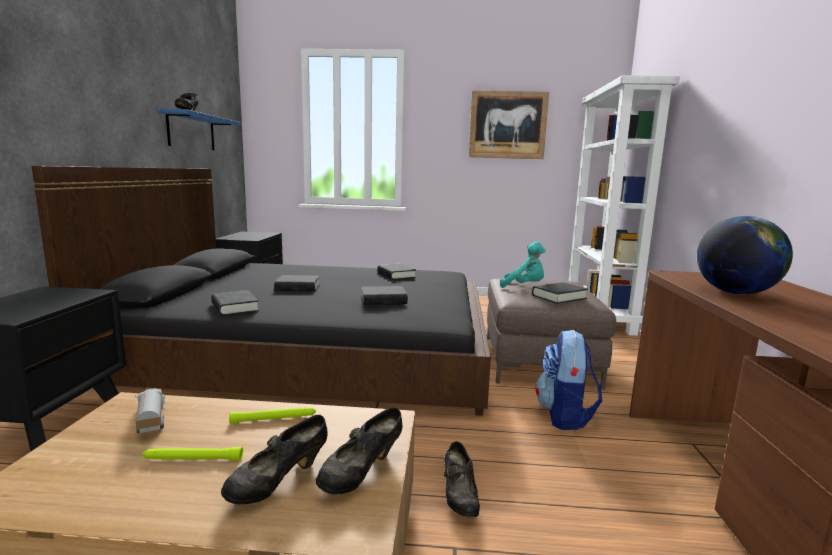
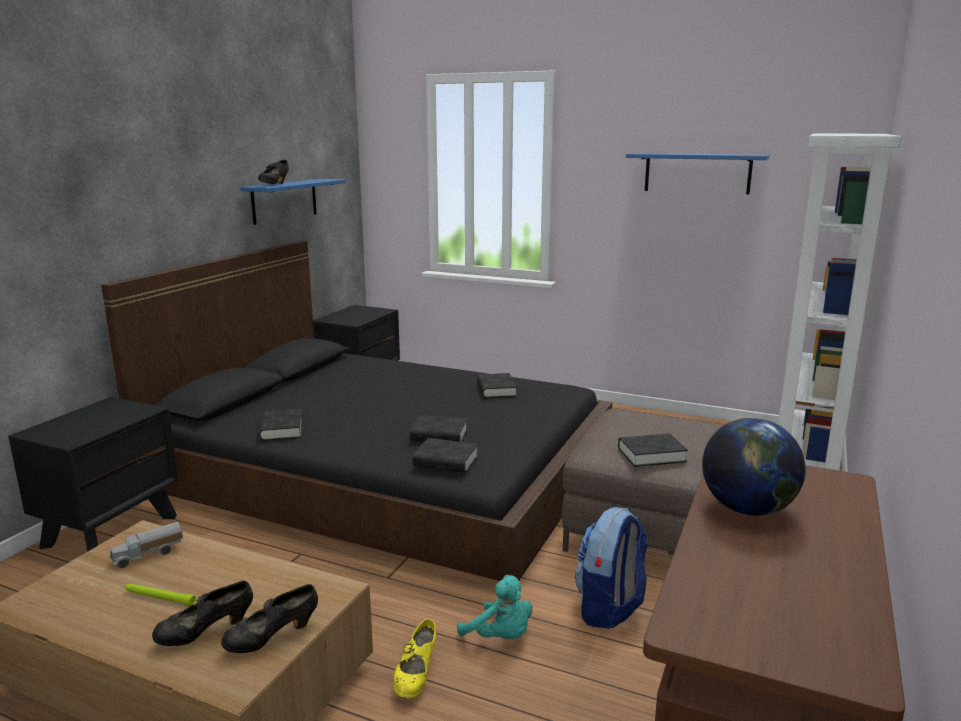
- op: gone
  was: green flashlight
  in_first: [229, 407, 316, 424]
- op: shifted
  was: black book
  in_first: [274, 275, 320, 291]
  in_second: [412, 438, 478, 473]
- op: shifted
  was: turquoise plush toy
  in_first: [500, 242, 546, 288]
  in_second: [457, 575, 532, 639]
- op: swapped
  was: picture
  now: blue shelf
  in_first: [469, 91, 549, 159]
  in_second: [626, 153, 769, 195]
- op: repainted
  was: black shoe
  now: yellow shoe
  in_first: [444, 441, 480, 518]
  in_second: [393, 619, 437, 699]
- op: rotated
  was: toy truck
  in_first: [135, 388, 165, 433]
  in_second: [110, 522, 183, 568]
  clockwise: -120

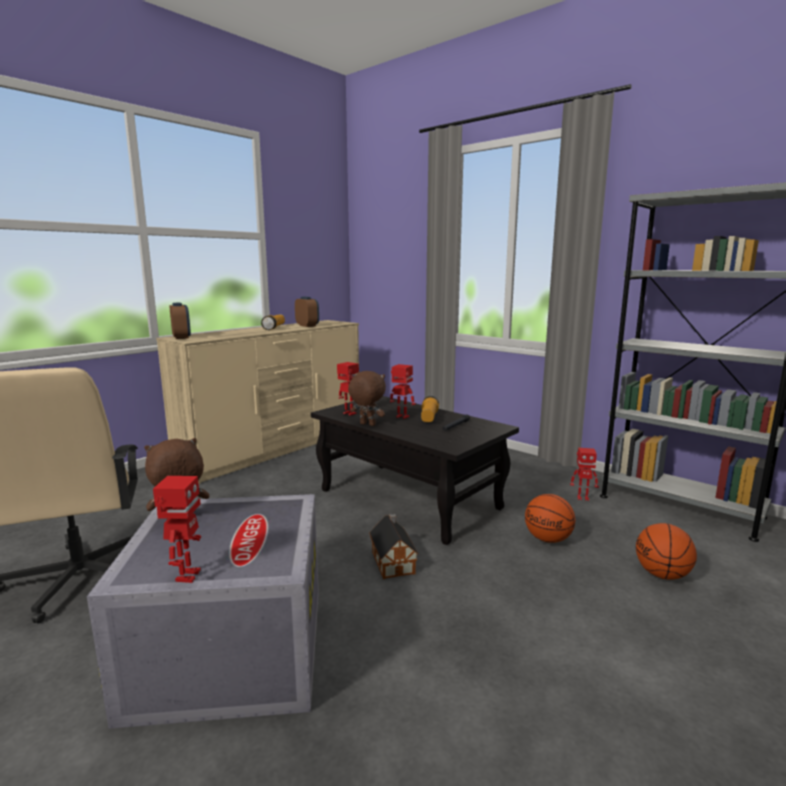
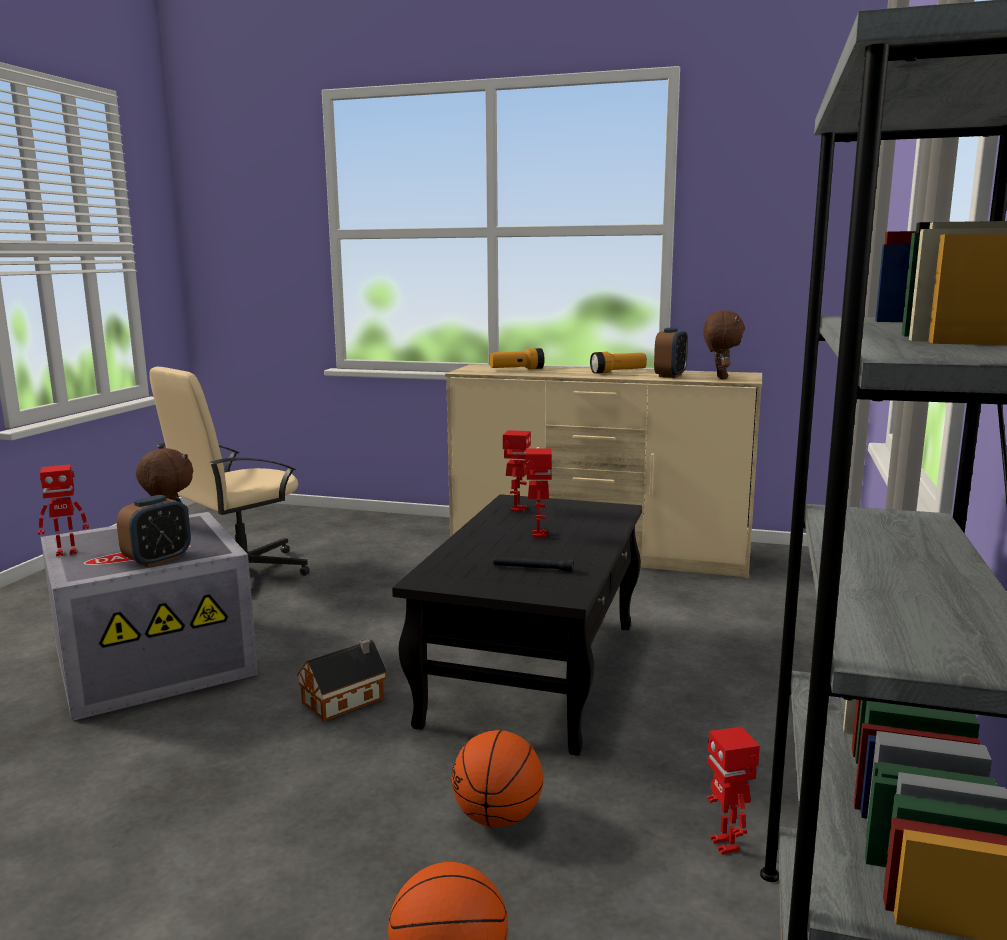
- op: shifted
  was: alarm clock
  in_first: [170, 303, 191, 339]
  in_second: [117, 495, 191, 567]
- op: shifted
  was: brown plush toy
  in_first: [348, 371, 386, 426]
  in_second: [703, 310, 745, 379]
- op: shifted
  was: flashlight
  in_first: [421, 396, 439, 422]
  in_second: [489, 348, 545, 369]

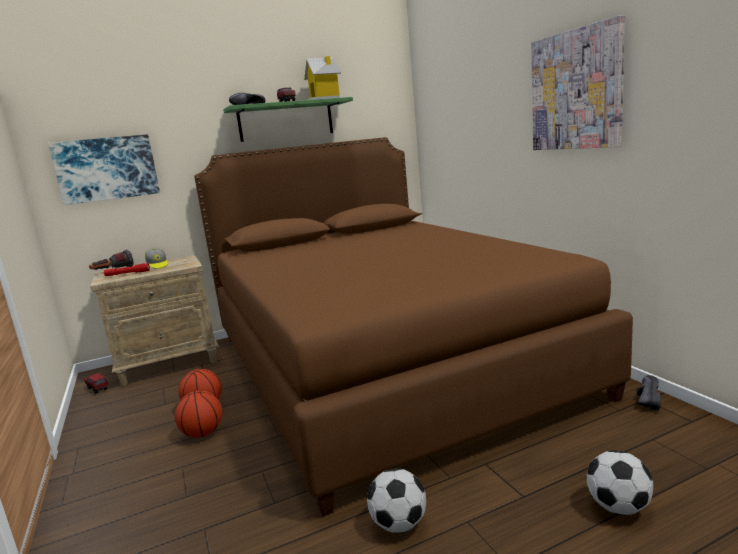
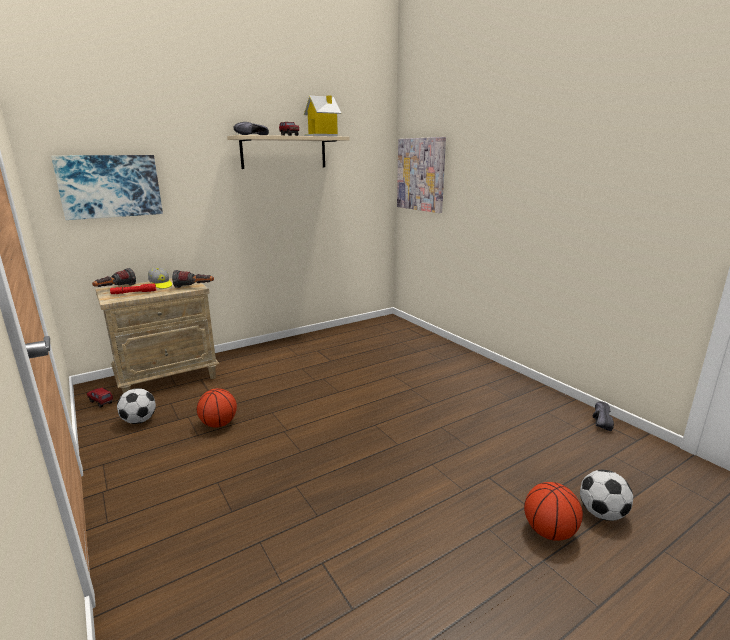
- op: gone
  was: brown bed
  in_first: [194, 137, 633, 517]
- op: new
  now: flashlight
  in_second: [172, 270, 214, 288]
- op: shifted
  was: basketball
  in_first: [175, 390, 223, 438]
  in_second: [524, 482, 583, 541]
- op: shifted
  was: football
  in_first: [367, 468, 426, 533]
  in_second: [117, 388, 156, 424]
- op: shifted
  was: picture
  in_first: [531, 15, 625, 150]
  in_second: [397, 137, 446, 213]
- op: repainted
  was: green shelf
  now: beige shelf
  in_first: [223, 97, 353, 142]
  in_second: [227, 135, 350, 169]

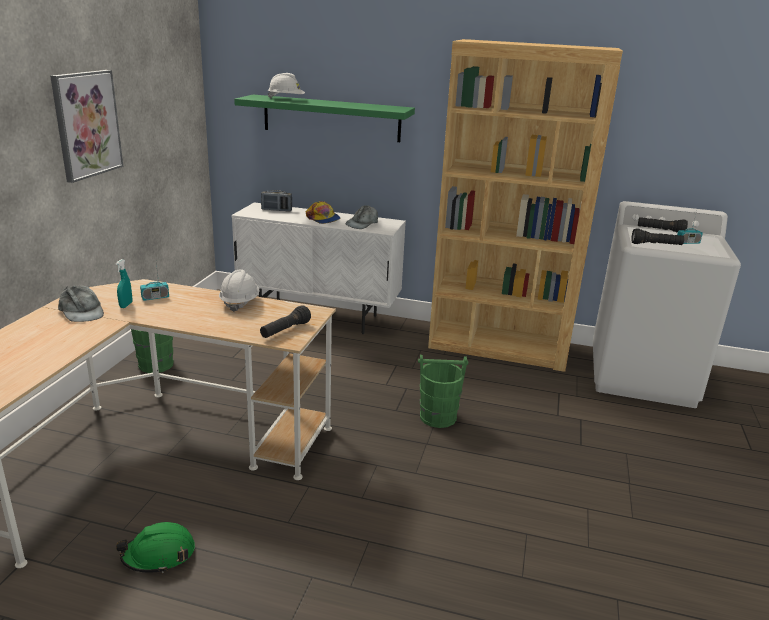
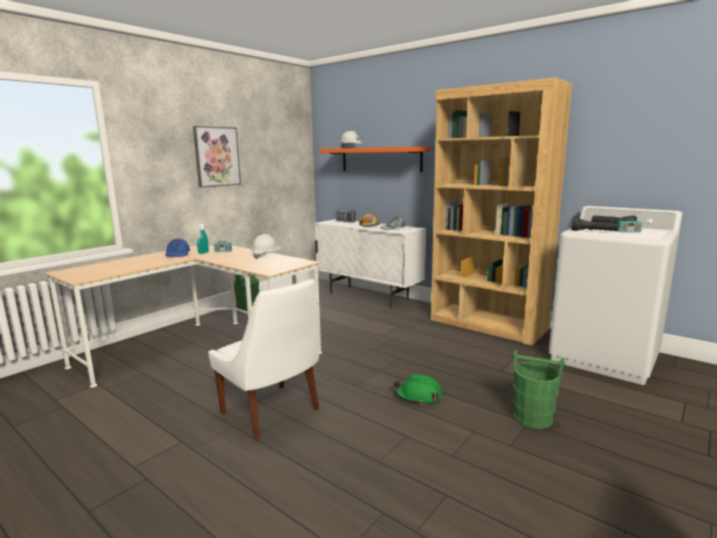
- op: gone
  was: black flashlight
  in_first: [260, 305, 311, 338]
- op: new
  now: white chair
  in_second: [208, 279, 320, 441]
- op: shifted
  was: green hard hat
  in_first: [116, 522, 195, 573]
  in_second: [394, 374, 442, 405]
- op: shifted
  was: green bucket
  in_first: [418, 355, 468, 428]
  in_second: [512, 350, 566, 429]
- op: repainted
  was: grey cap
  now: blue cap
  in_first: [58, 285, 104, 322]
  in_second: [165, 239, 190, 257]
- op: repainted
  was: green shelf
  now: orange shelf
  in_first: [234, 94, 415, 142]
  in_second: [320, 147, 431, 172]

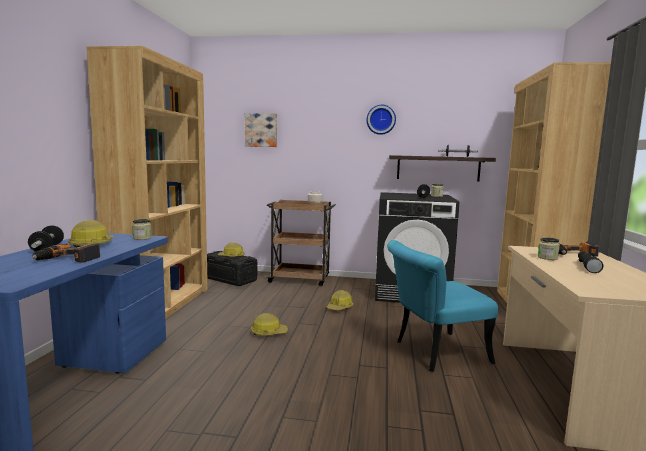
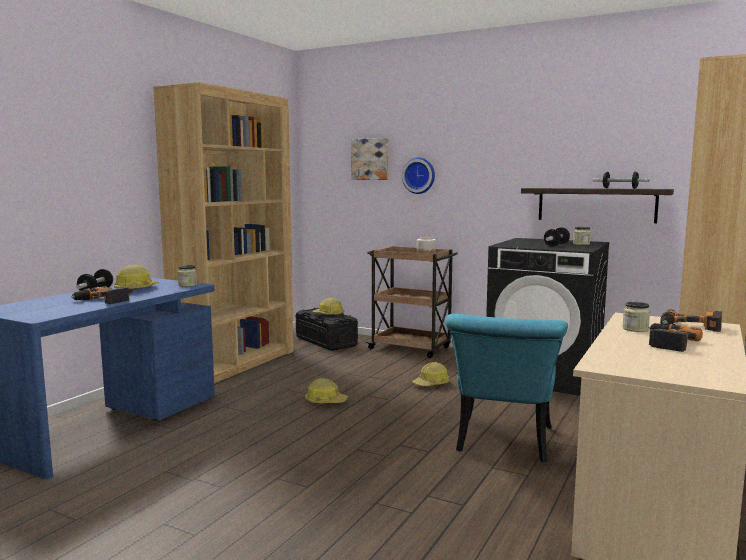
- op: shifted
  was: wall clock
  in_first: [366, 105, 396, 135]
  in_second: [402, 157, 435, 194]
- op: swapped
  was: black flashlight
  now: power drill
  in_first: [578, 251, 603, 273]
  in_second: [648, 323, 703, 352]
- op: rotated
  was: turquoise chair
  in_first: [387, 240, 498, 372]
  in_second: [445, 314, 568, 462]
  clockwise: -75

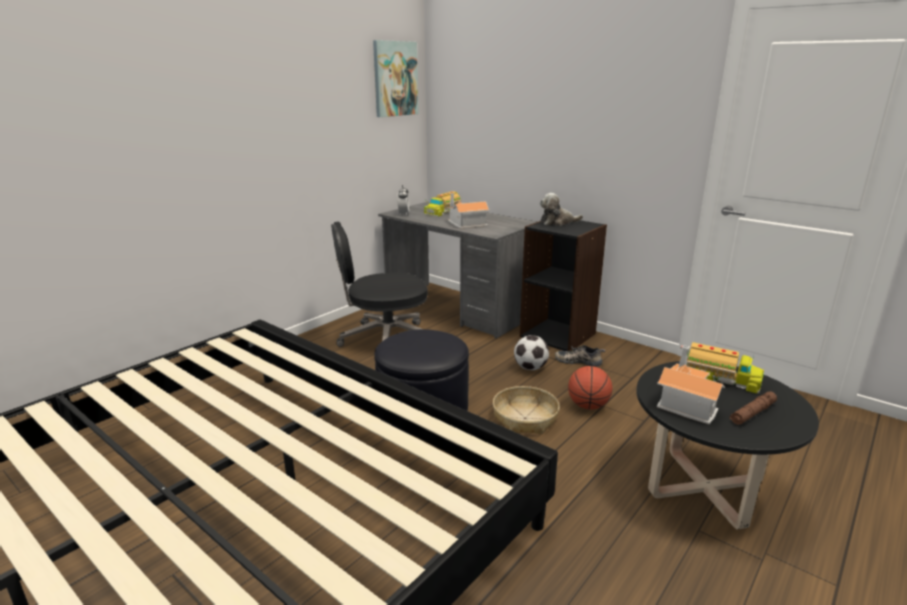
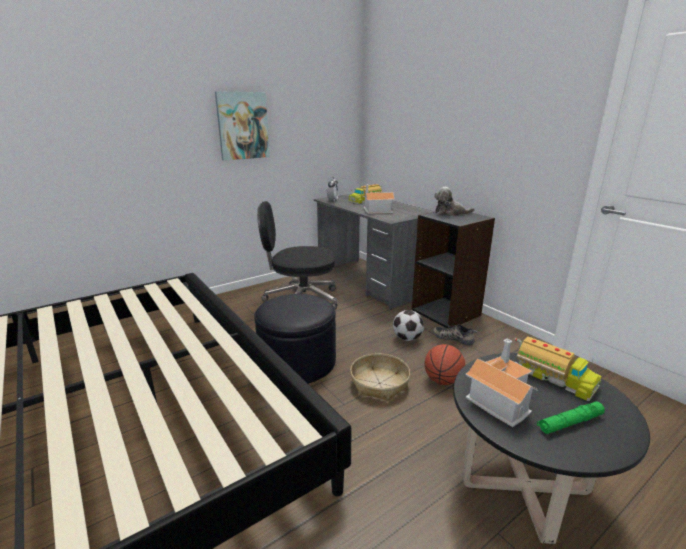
- op: shifted
  was: picture
  in_first: [373, 40, 419, 117]
  in_second: [215, 91, 270, 161]
- op: repainted
  was: brown flashlight
  now: green flashlight
  in_first: [729, 391, 777, 425]
  in_second: [537, 402, 605, 434]

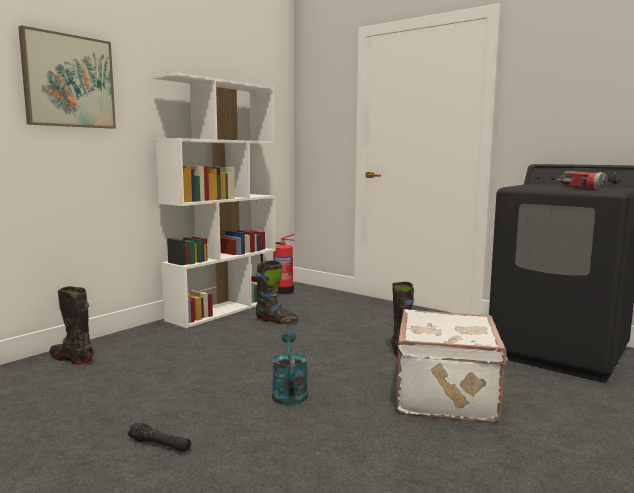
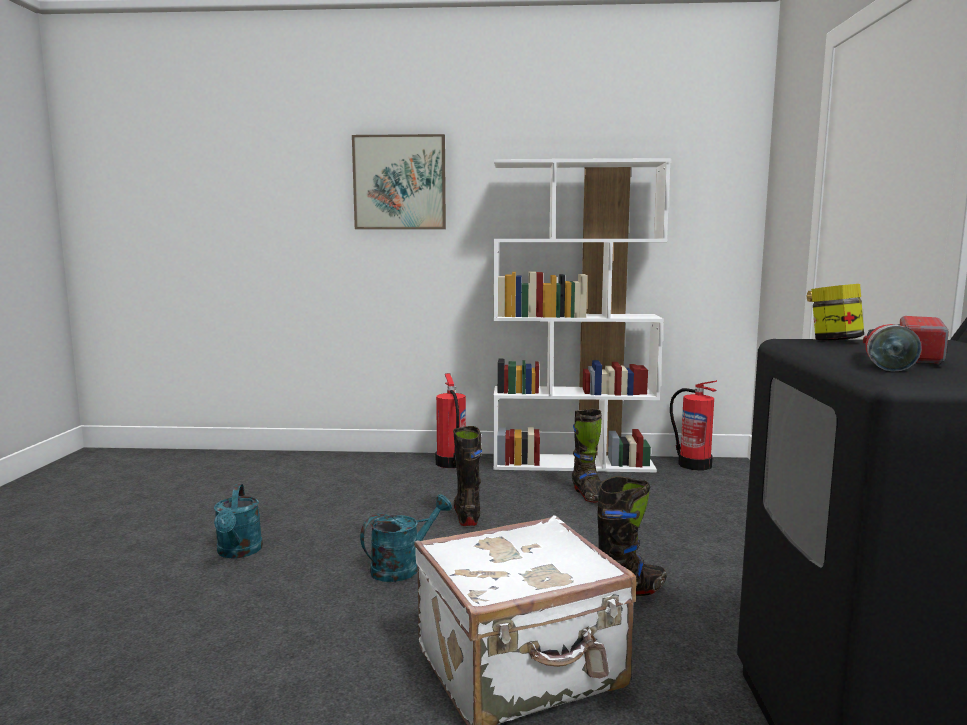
- op: new
  now: fire extinguisher
  in_second: [436, 373, 466, 468]
- op: new
  now: jar
  in_second: [811, 284, 864, 341]
- op: shifted
  was: black boot
  in_first: [49, 286, 93, 365]
  in_second: [453, 426, 482, 526]
- op: swapped
  was: black flashlight
  now: turquoise watering can
  in_first: [128, 423, 191, 452]
  in_second: [214, 484, 263, 558]

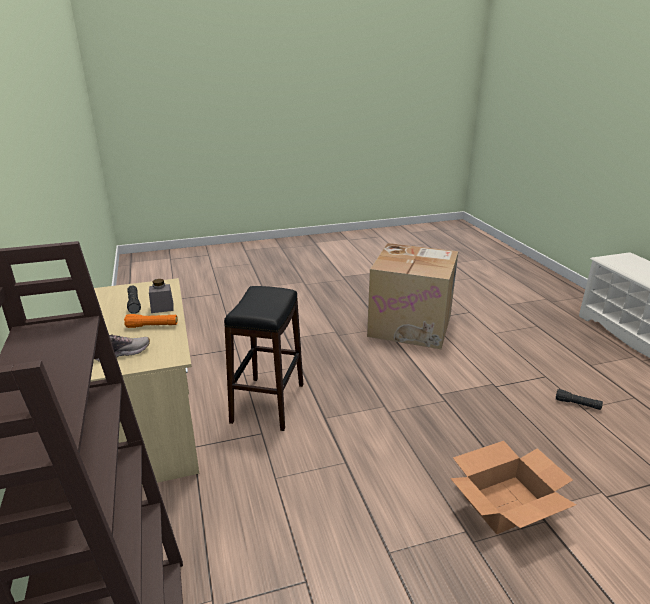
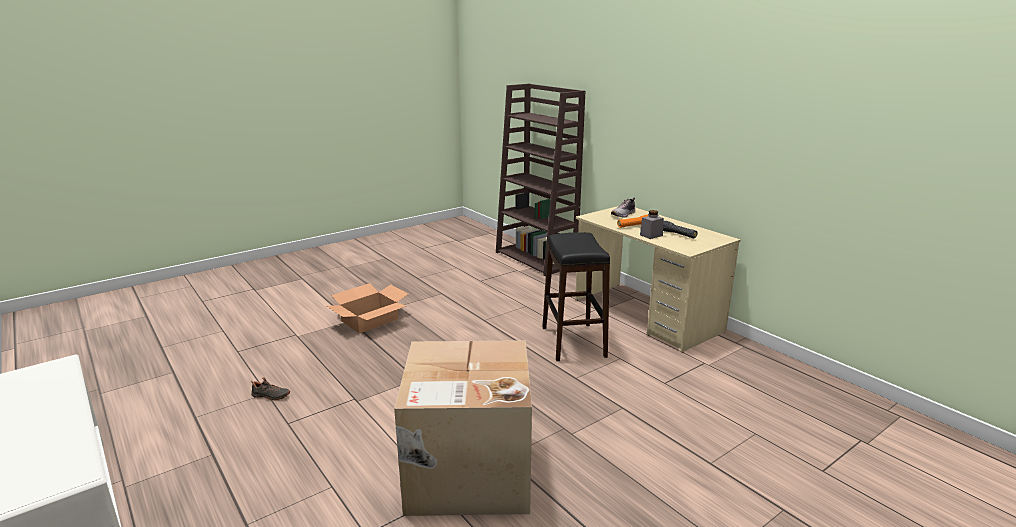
- op: swapped
  was: black flashlight
  now: black shoe
  in_first: [555, 389, 603, 410]
  in_second: [251, 377, 290, 401]

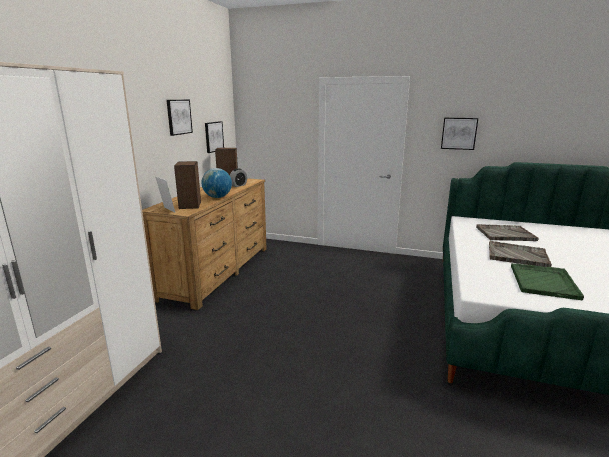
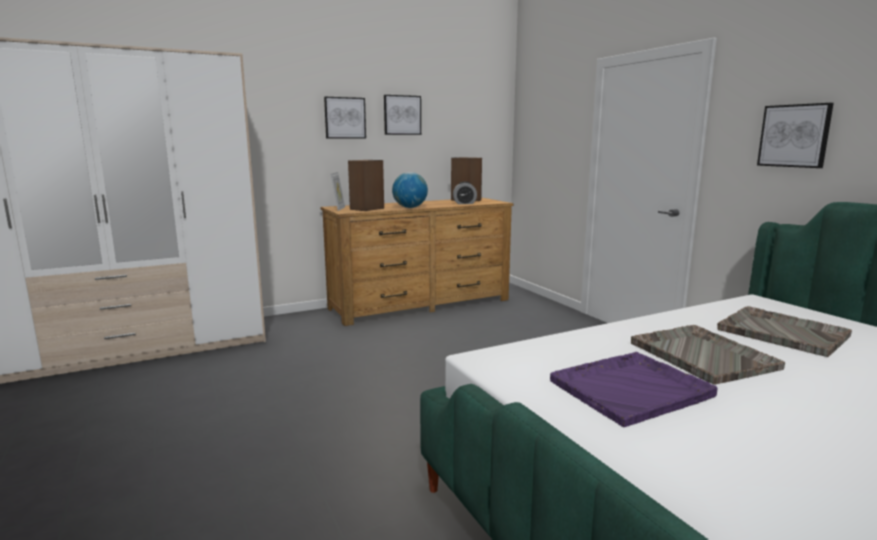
- op: shifted
  was: picture
  in_first: [205, 121, 224, 153]
  in_second: [324, 97, 366, 138]
- op: repainted
  was: green tray
  now: purple tray
  in_first: [511, 263, 584, 300]
  in_second: [550, 352, 717, 427]

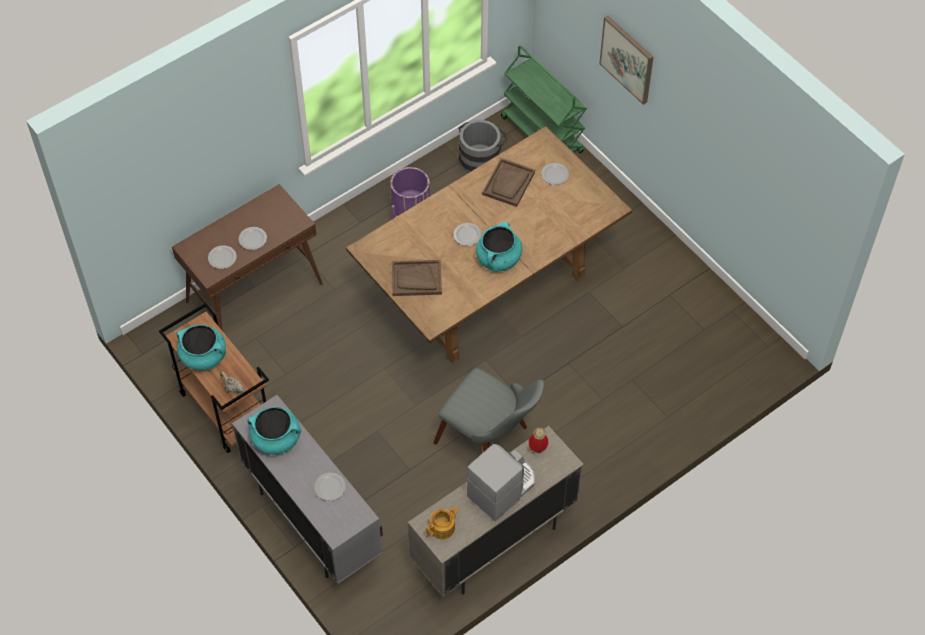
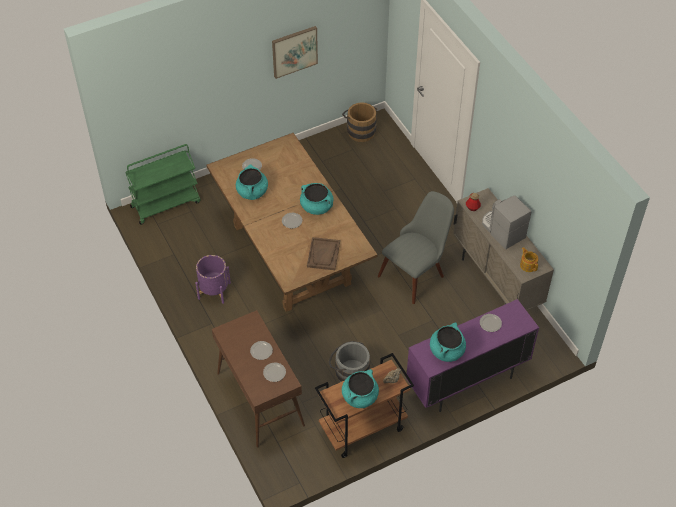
- op: new
  now: brown bucket
  in_second: [342, 102, 377, 142]
- op: shifted
  was: grey bucket
  in_first: [458, 120, 508, 173]
  in_second: [329, 341, 370, 382]
- op: shifted
  was: picture
  in_first: [599, 15, 654, 105]
  in_second: [272, 26, 318, 79]
- op: swapped
  was: brown tray
  now: turquoise cooking pot
  in_first: [482, 158, 535, 207]
  in_second: [236, 165, 268, 200]
- op: repainted
  was: grey cabinet
  now: purple cabinet
  in_first: [232, 395, 383, 584]
  in_second: [406, 299, 539, 412]

